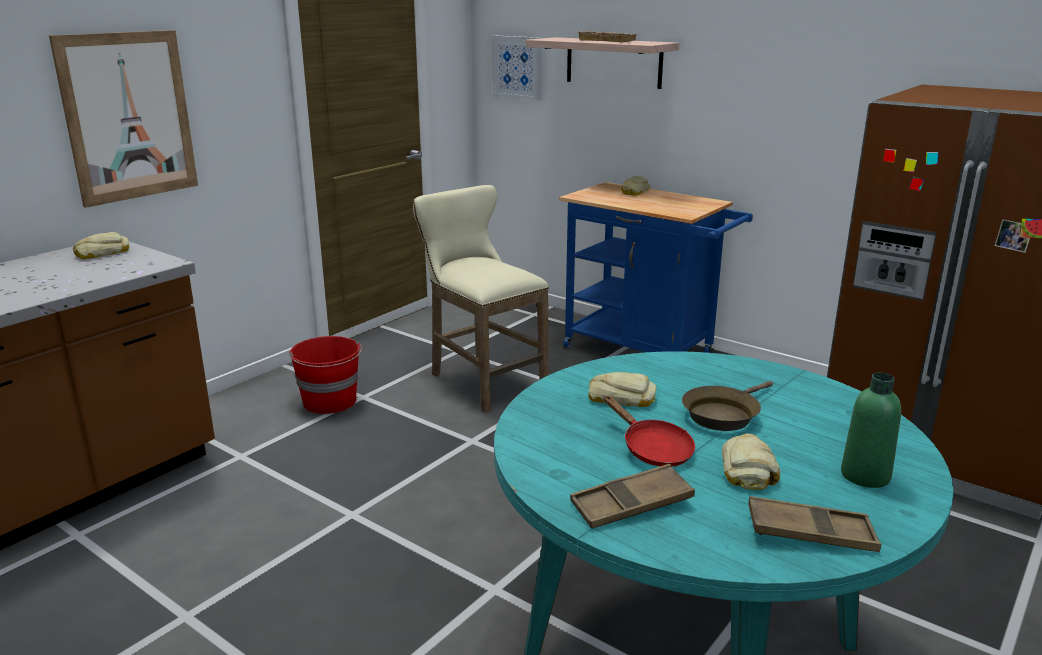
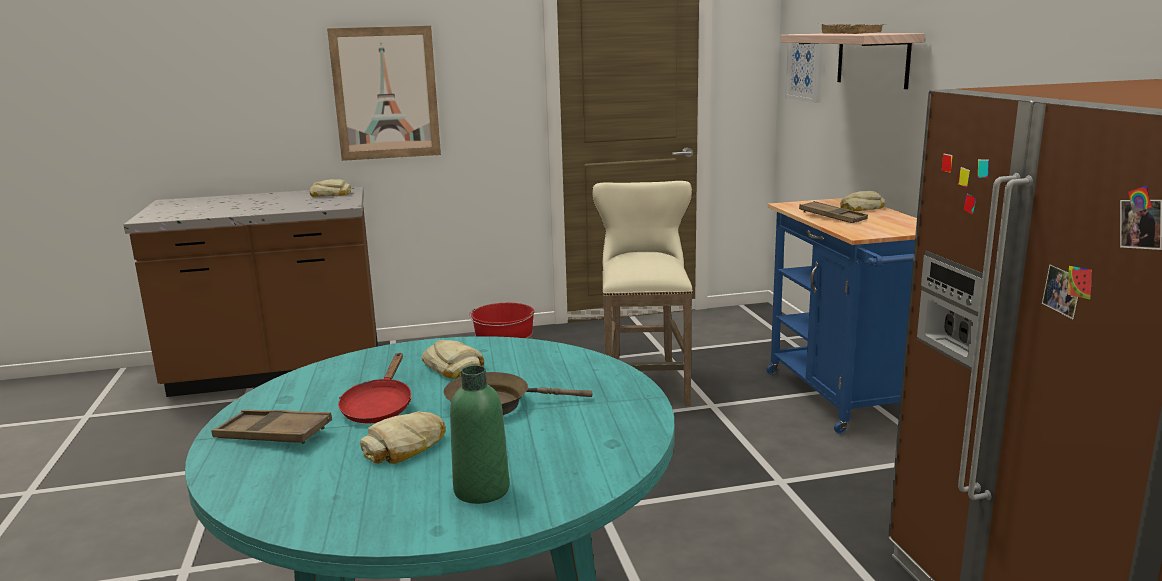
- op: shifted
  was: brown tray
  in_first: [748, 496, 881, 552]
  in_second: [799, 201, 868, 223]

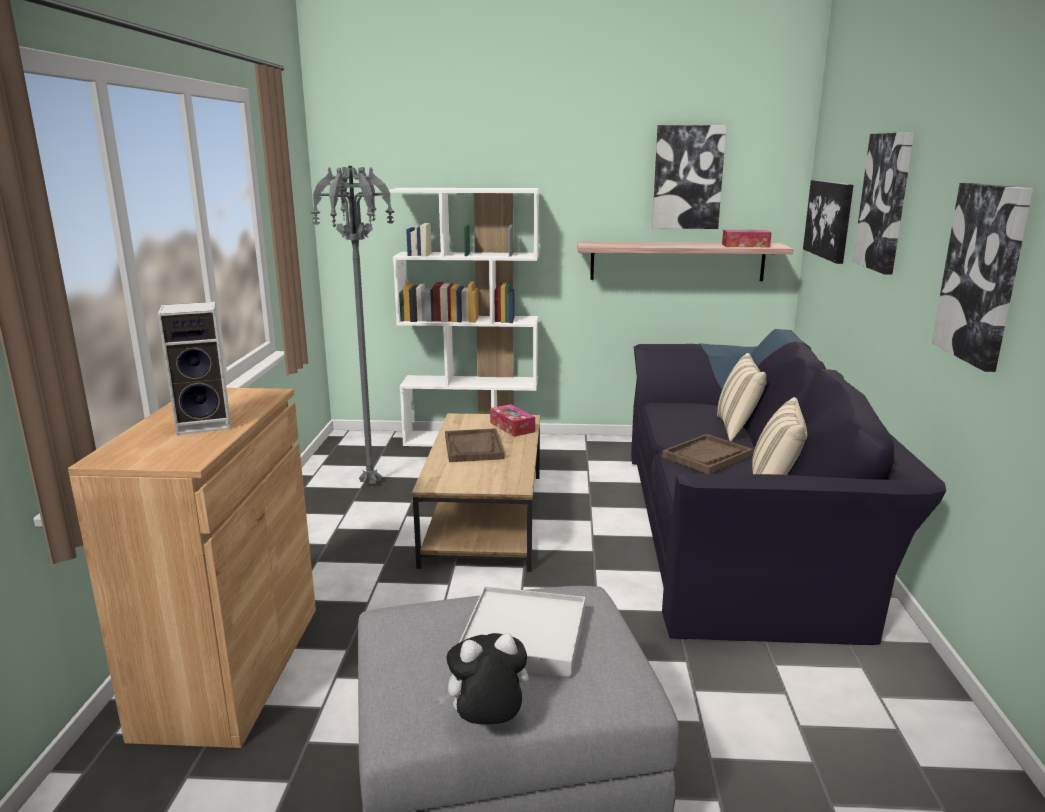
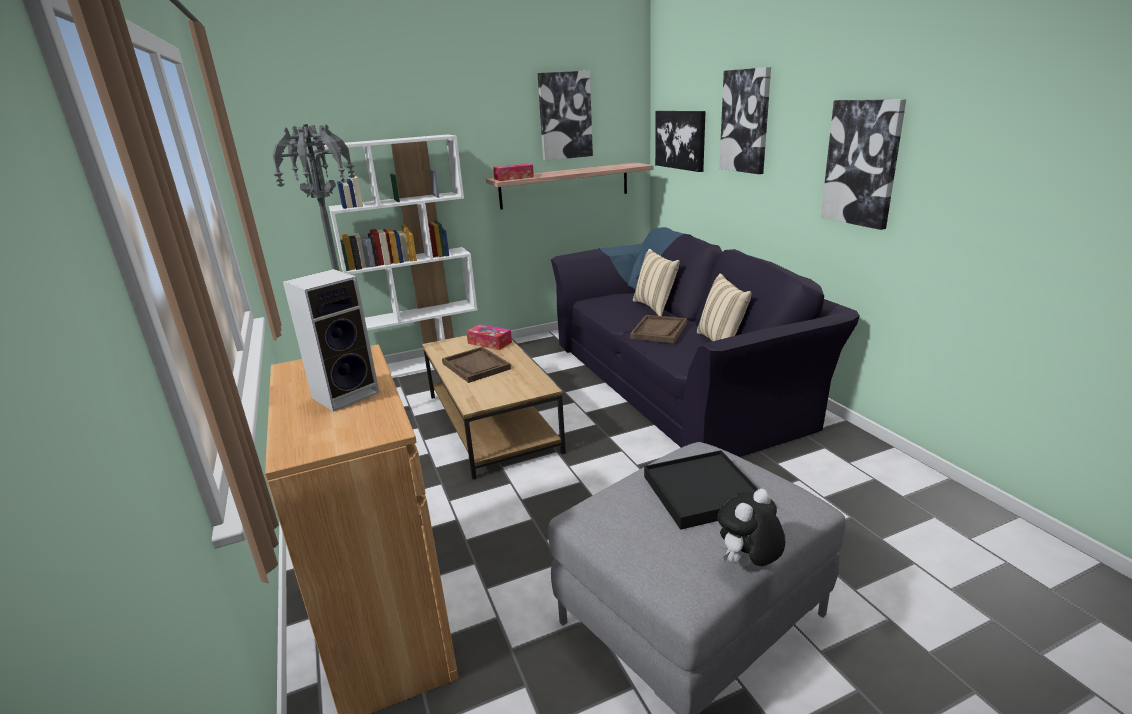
- op: shifted
  was: tissue box
  in_first: [722, 230, 772, 247]
  in_second: [493, 163, 534, 181]
- op: repainted
  was: white tray
  now: black tray
  in_first: [459, 586, 585, 677]
  in_second: [644, 450, 758, 530]

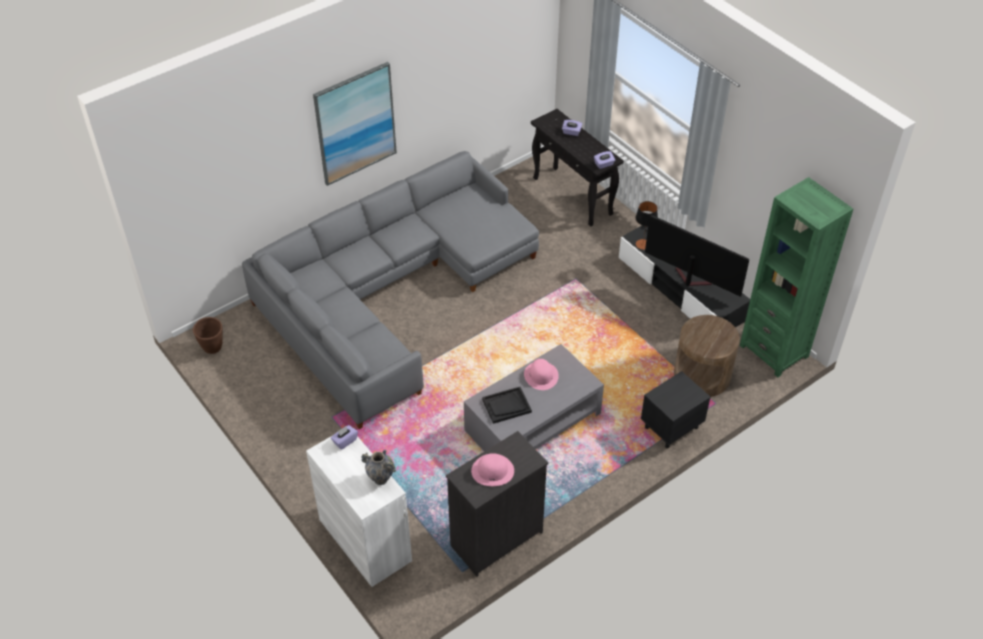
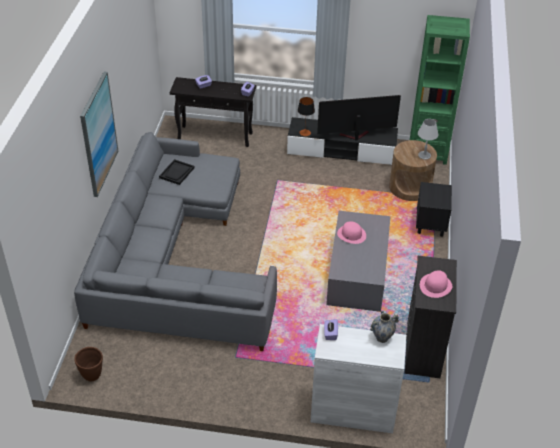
- op: new
  now: grey table lamp
  in_second: [418, 119, 438, 160]
- op: shifted
  was: black tray
  in_first: [482, 387, 532, 424]
  in_second: [159, 159, 195, 185]

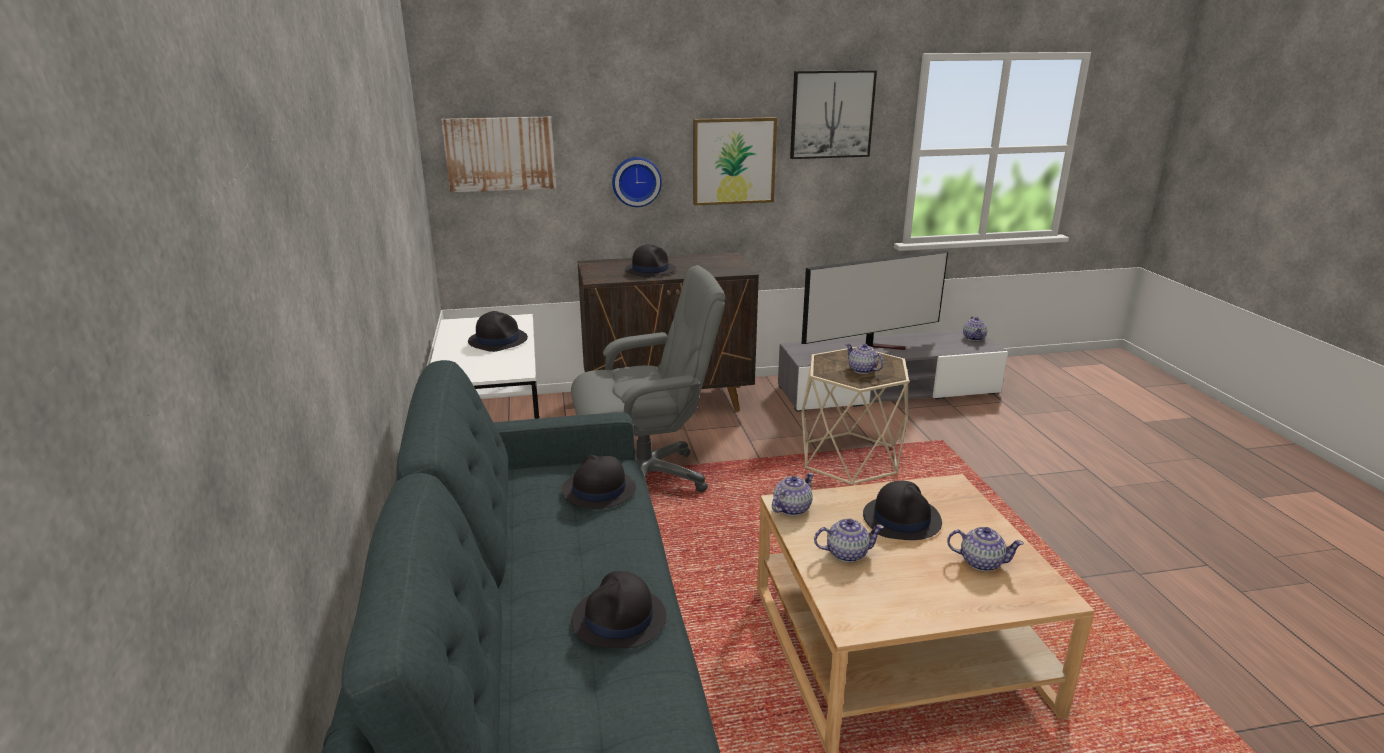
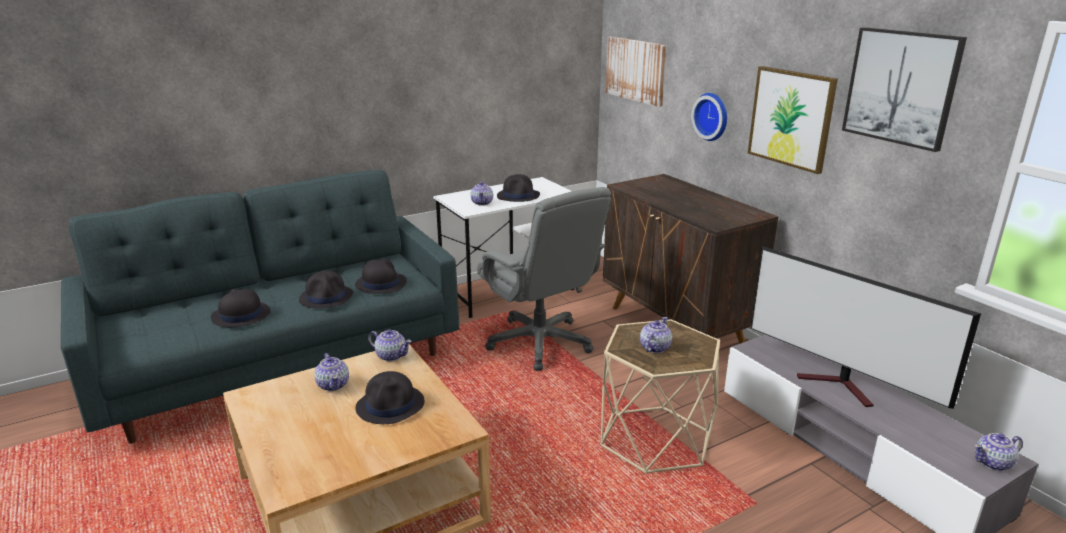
- op: shifted
  was: black hat
  in_first: [625, 244, 676, 278]
  in_second: [299, 271, 353, 308]
- op: shifted
  was: teapot
  in_first: [947, 527, 1024, 571]
  in_second: [471, 182, 493, 206]

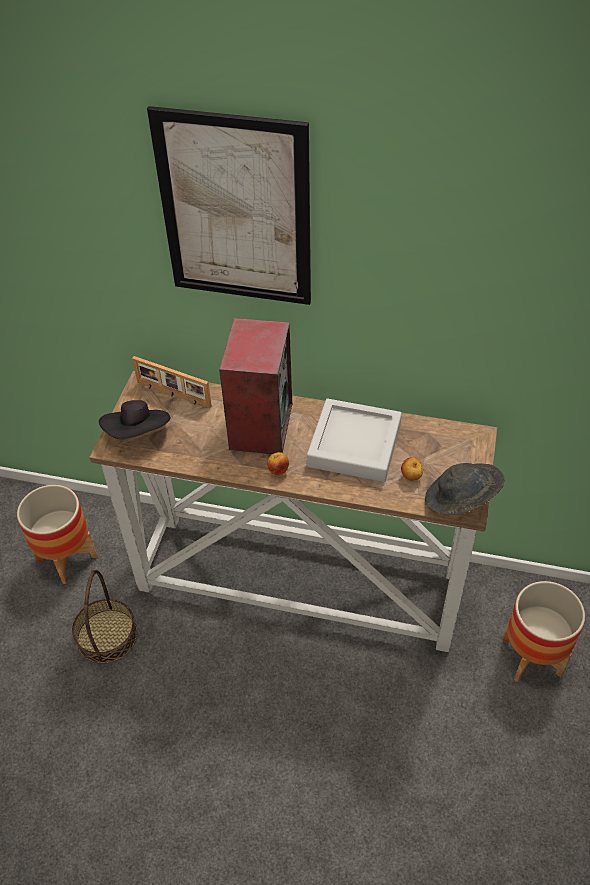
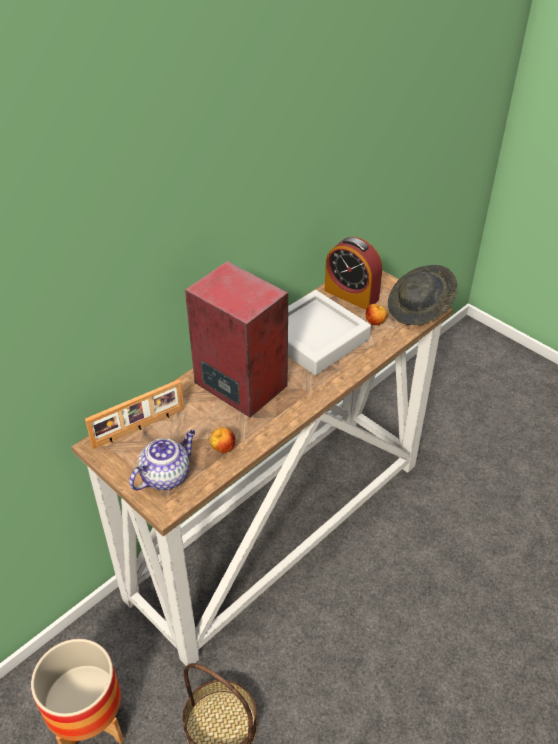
- op: gone
  was: picture
  in_first: [147, 106, 311, 305]
- op: gone
  was: planter
  in_first: [503, 581, 585, 682]
- op: new
  now: alarm clock
  in_second: [325, 237, 382, 310]
- op: shifted
  was: apple
  in_first: [267, 452, 289, 475]
  in_second: [210, 427, 235, 453]
- op: swapped
  was: black hat
  now: teapot
  in_first: [99, 400, 170, 439]
  in_second: [129, 430, 195, 490]

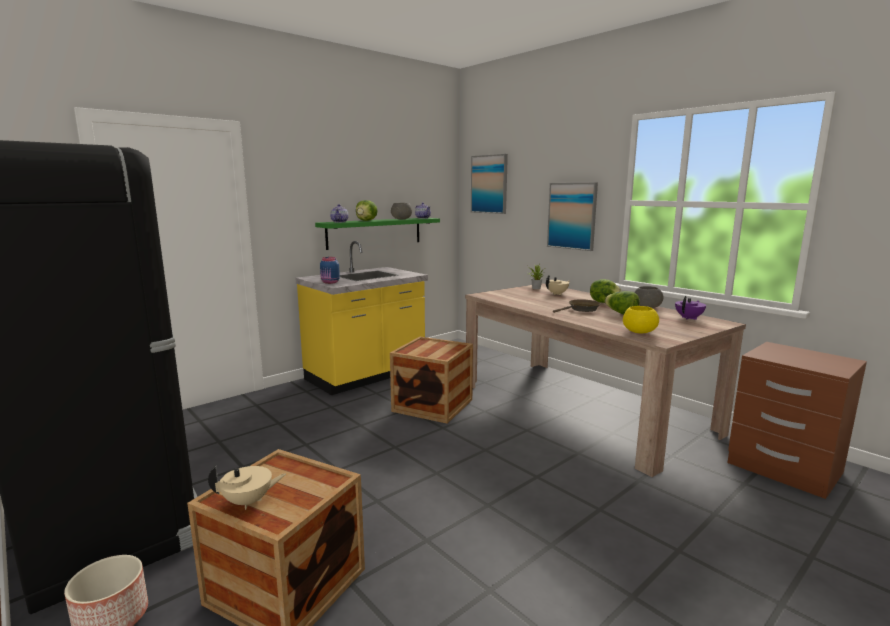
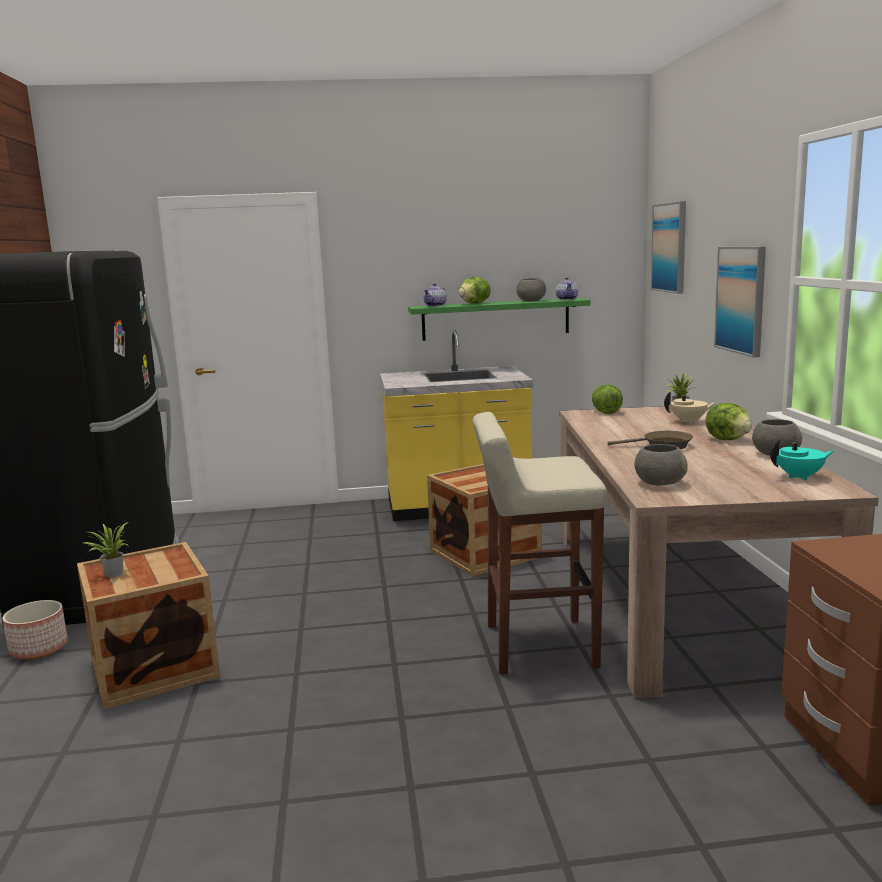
- op: gone
  was: blue jar
  in_first: [320, 257, 340, 284]
- op: new
  now: beige stool
  in_second: [473, 412, 607, 675]
- op: shifted
  was: lettuce
  in_first: [605, 291, 640, 315]
  in_second: [592, 385, 623, 414]
- op: swapped
  was: beige teapot
  now: potted plant
  in_first: [208, 466, 286, 510]
  in_second: [83, 522, 128, 577]
- op: repainted
  was: yellow bowl
  now: grey bowl
  in_first: [623, 306, 659, 333]
  in_second: [635, 444, 688, 486]
- op: repainted
  was: purple teapot
  now: turquoise teapot
  in_first: [675, 296, 706, 320]
  in_second: [770, 439, 835, 480]

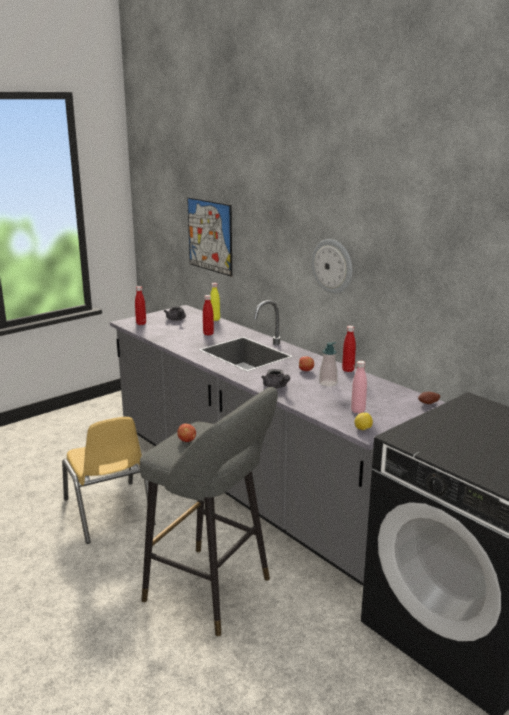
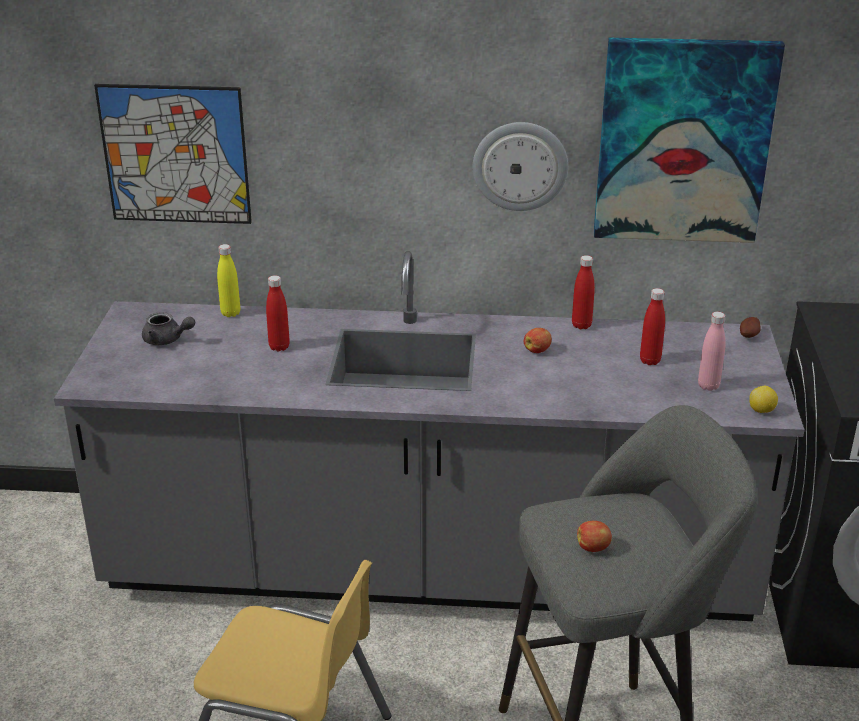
- op: gone
  was: grey teapot
  in_first: [261, 369, 290, 389]
- op: gone
  was: soap dispenser
  in_first: [319, 342, 338, 387]
- op: new
  now: picture
  in_second: [594, 38, 785, 243]
- op: shifted
  was: red bottle
  in_first: [135, 286, 146, 325]
  in_second: [640, 288, 665, 365]

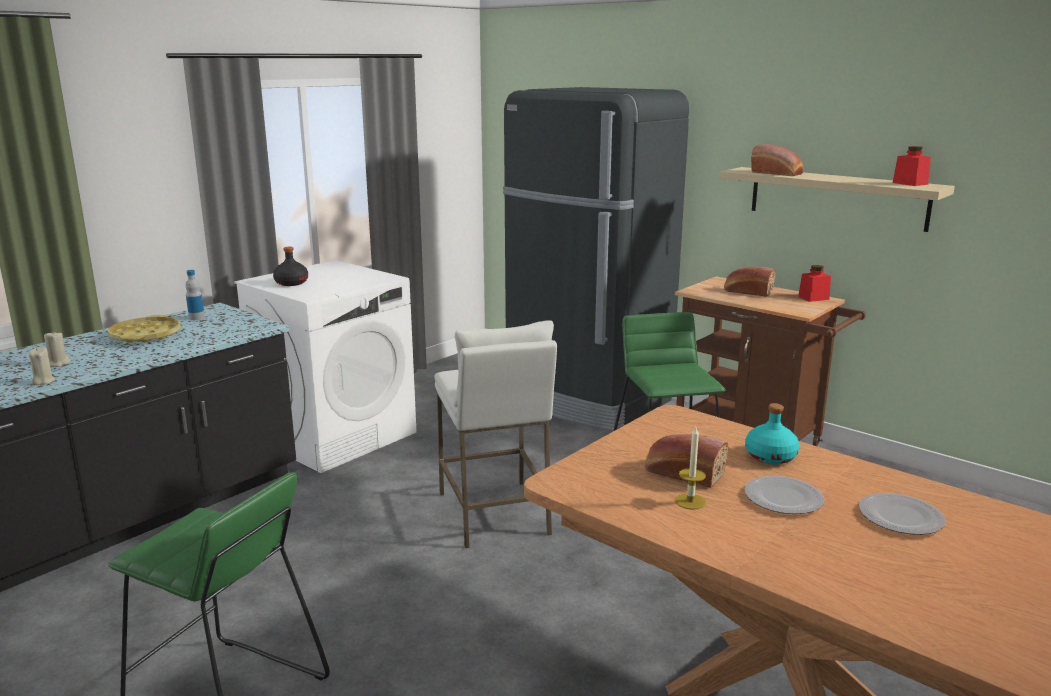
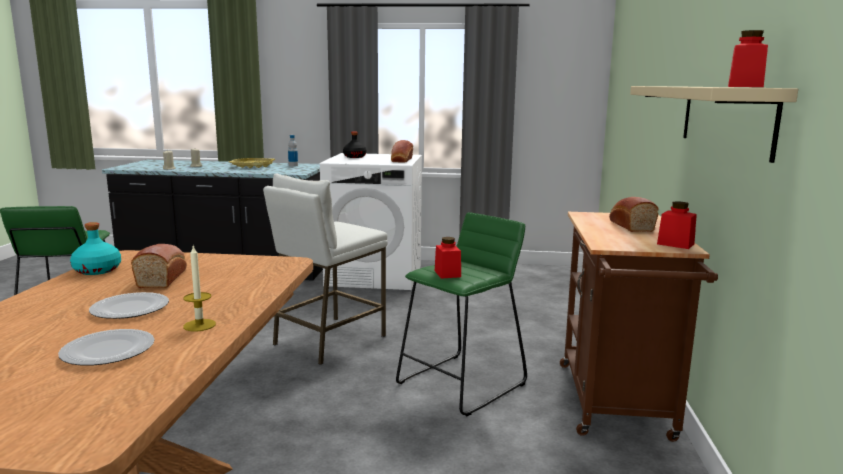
- op: gone
  was: black fridge
  in_first: [503, 87, 689, 431]
- op: new
  now: red jar
  in_second: [435, 237, 461, 279]
- op: shifted
  was: candle
  in_first: [675, 427, 706, 510]
  in_second: [183, 246, 216, 332]
- op: shifted
  was: turquoise bottle
  in_first: [745, 403, 800, 464]
  in_second: [70, 222, 121, 275]
- op: shifted
  was: bread
  in_first: [751, 144, 804, 176]
  in_second: [391, 140, 413, 162]

